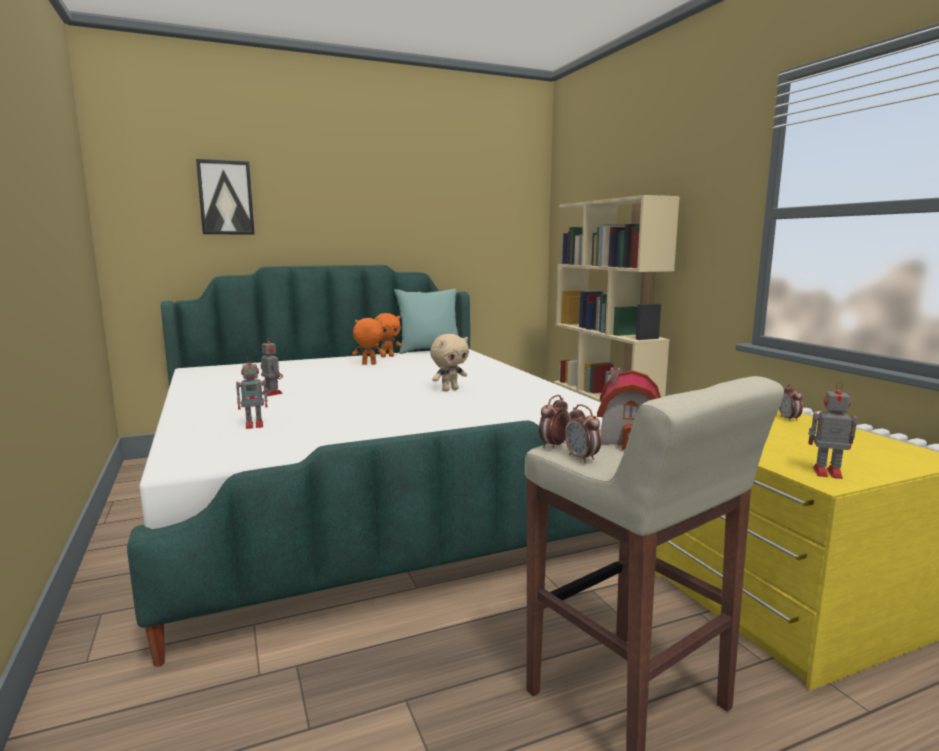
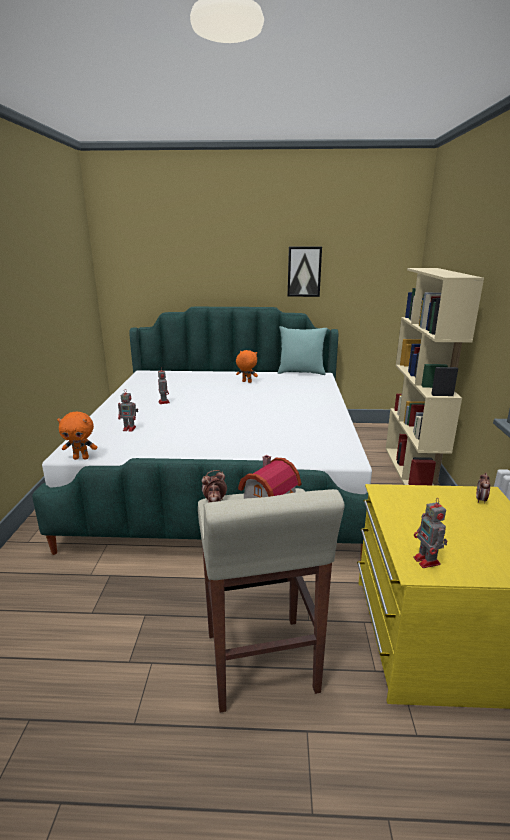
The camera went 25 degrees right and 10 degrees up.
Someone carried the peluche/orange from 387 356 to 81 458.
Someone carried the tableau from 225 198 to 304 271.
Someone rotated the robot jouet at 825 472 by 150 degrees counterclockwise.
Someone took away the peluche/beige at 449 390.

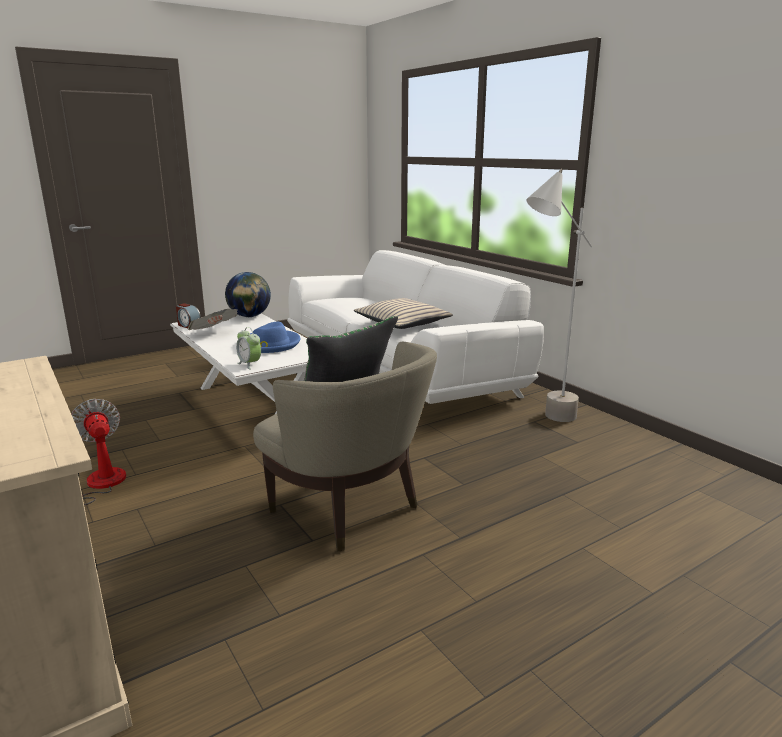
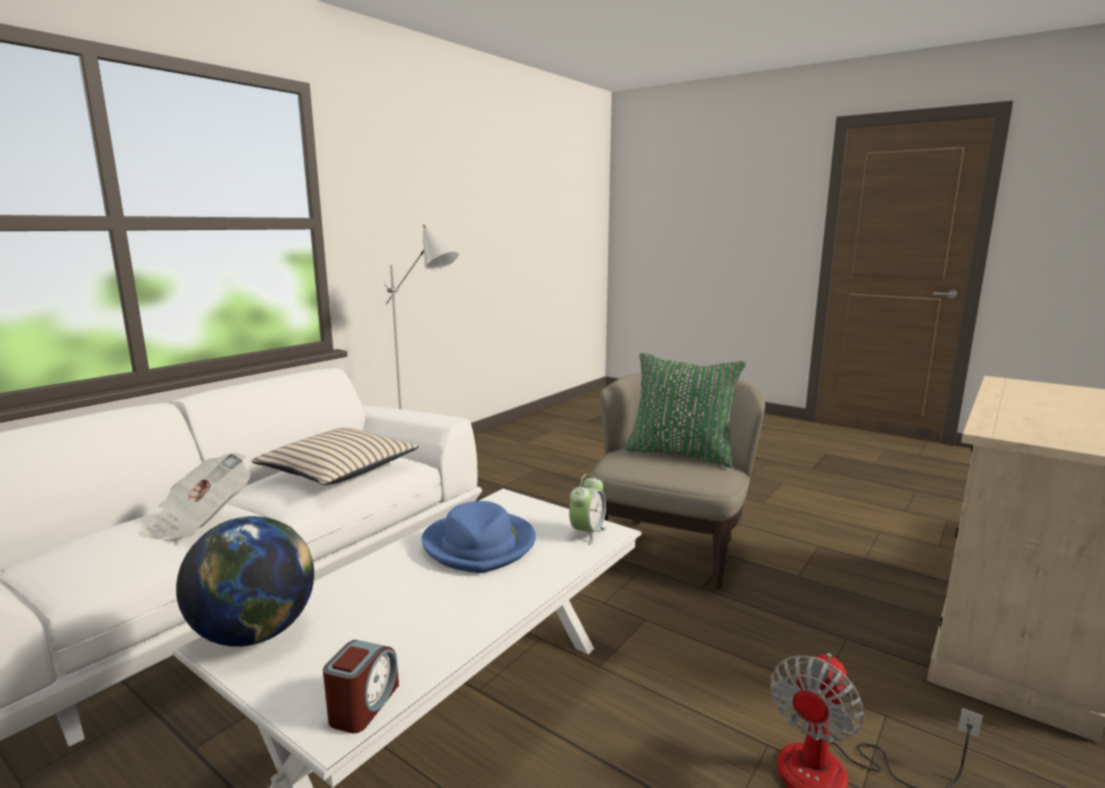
The camera went 110 degrees left and 5 degrees down.
Someone carried the journal from 214 333 to 200 521.

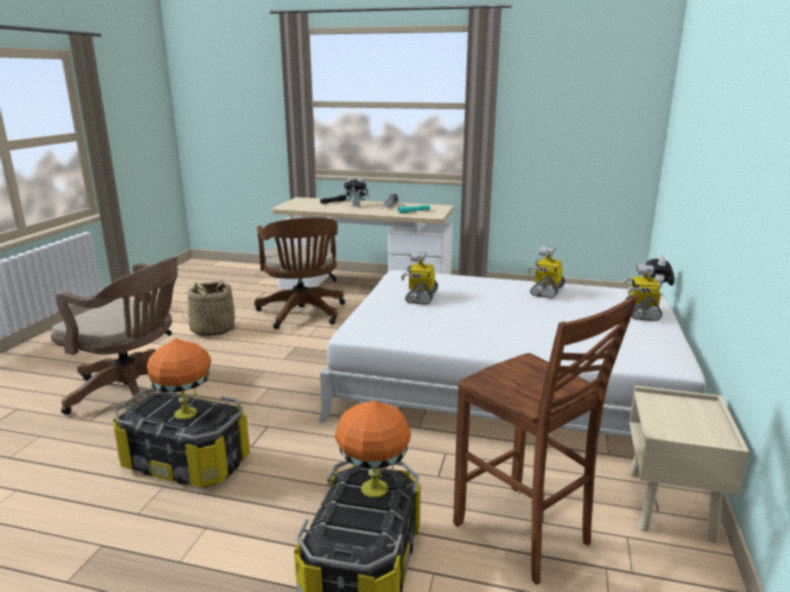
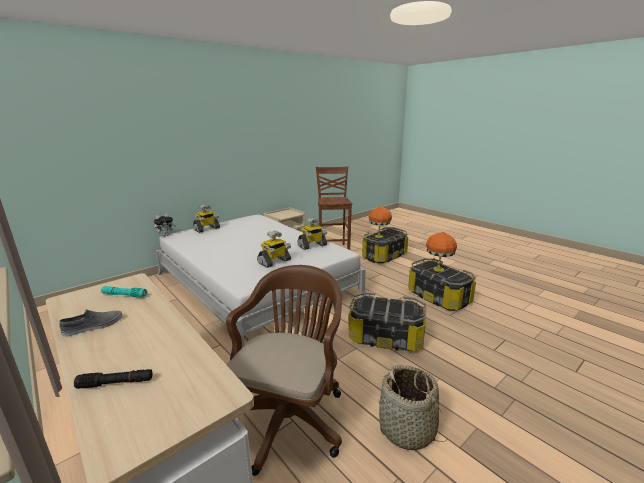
The camera went 145 degrees left and 0 degrees up.
Someone carried the robot jouet from 546 291 to 312 246.
Someone put down the boîte de rangement at 385 338.
Someone took away the chaise de bureau/marron at 135 392.
Someone took away the peluche at 357 205.

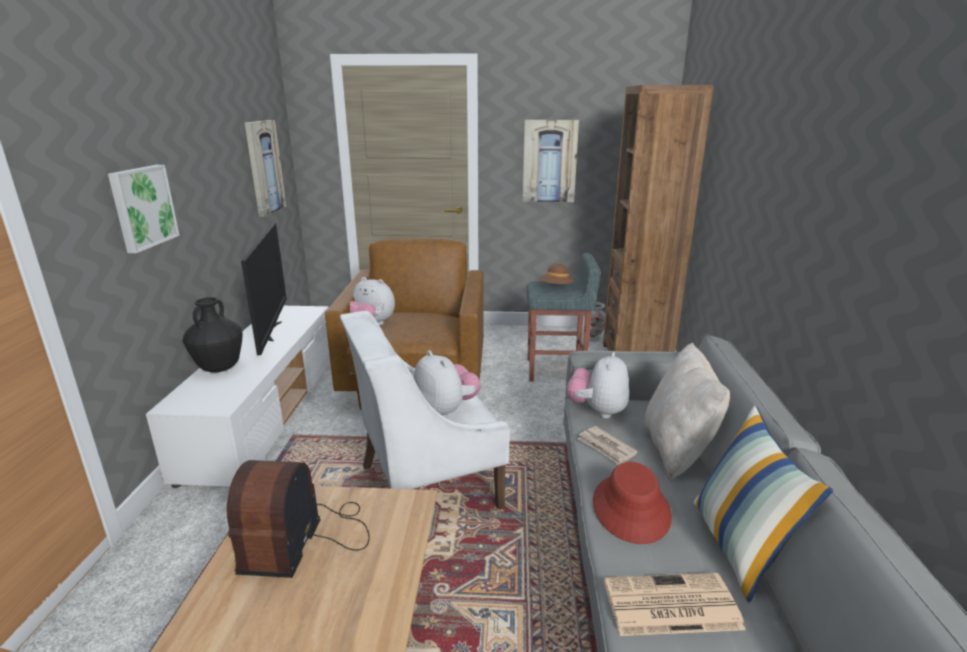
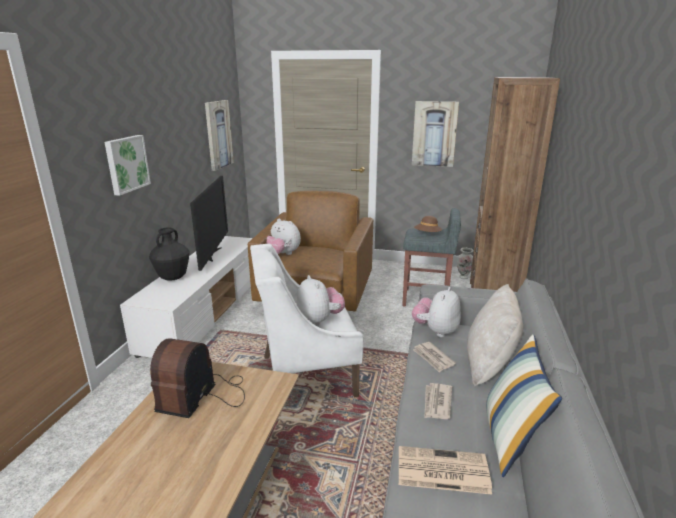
The camera went 10 degrees right and 0 degrees up.
Someone swapped the chapeau/rouge at 631 508 for the journal at 437 403.

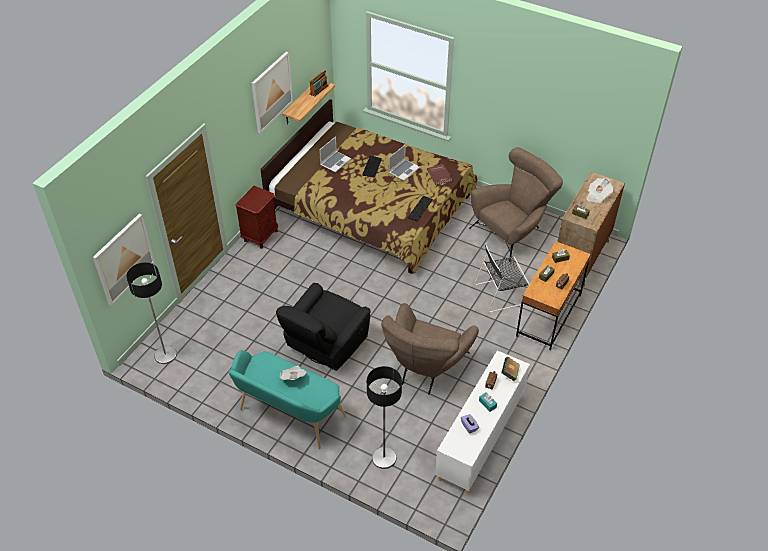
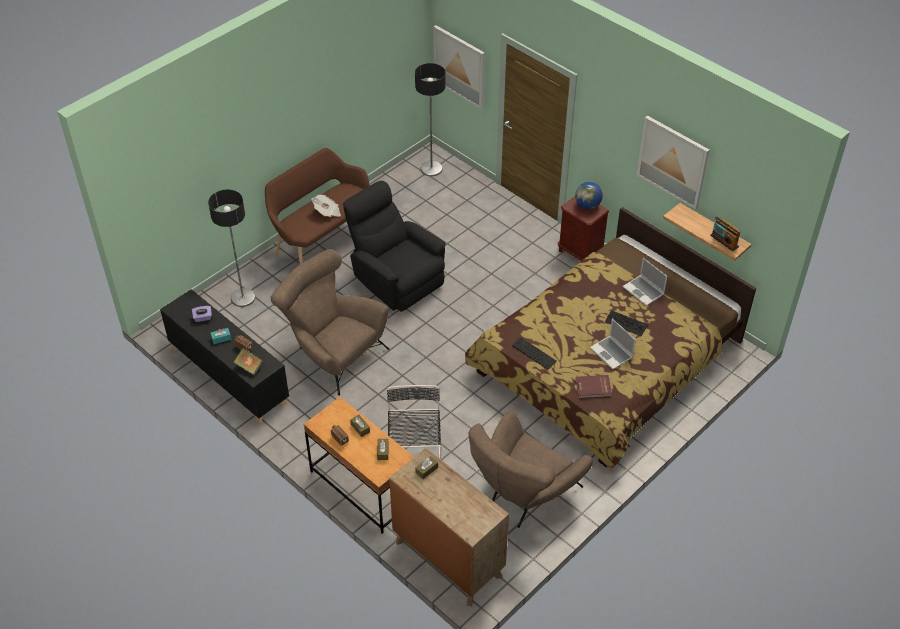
The camera went 105 degrees right and 0 degrees up.
Someone repainted the meuble de rangement/blanc at 480 437, which became the meuble de rangement/noir at 228 375.
Someone repainted the banc/turquoise at 288 416, which became the banc/marron at 322 241.
Someone rotated the fauteuil/marron at 512 230 by 60 degrees clockwise.
Someone put down the globe at 587 205.
Someone took away the journal at 597 196.

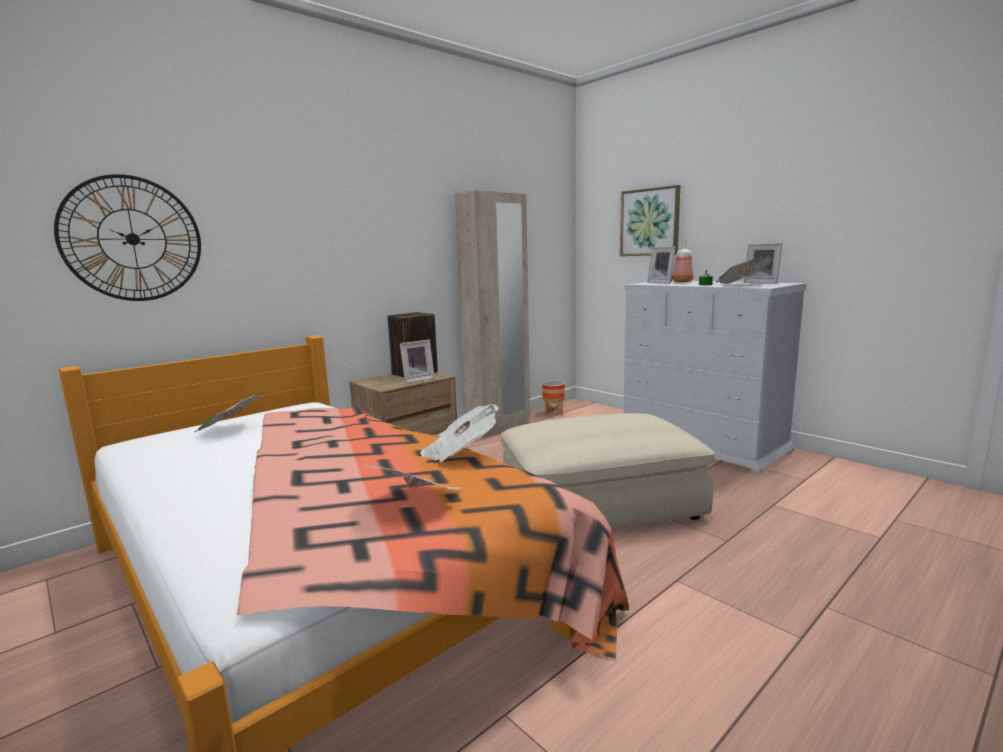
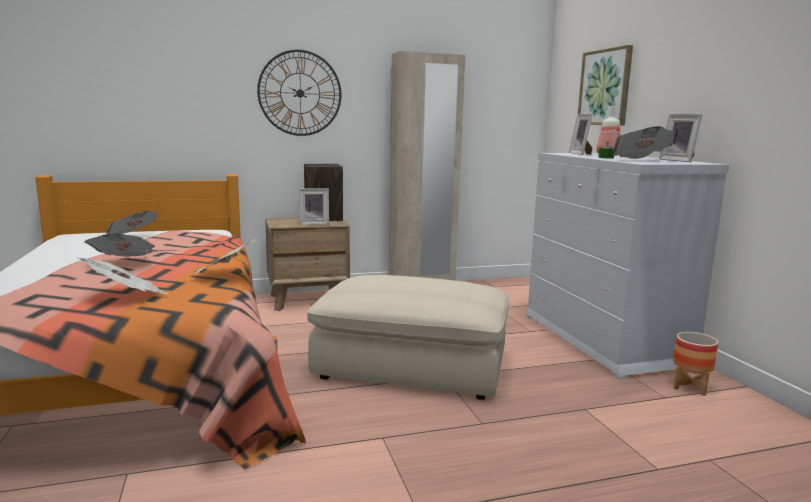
The camera went 25 degrees right and 0 degrees up.
Someone put down the journal at 124 263.
Someone carried the horloge murale from 132 239 to 300 93.
Someone carried the cache-pot from 553 412 to 690 387.

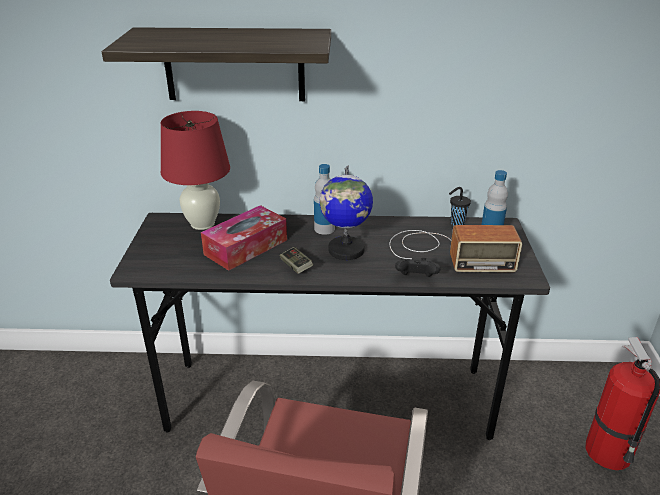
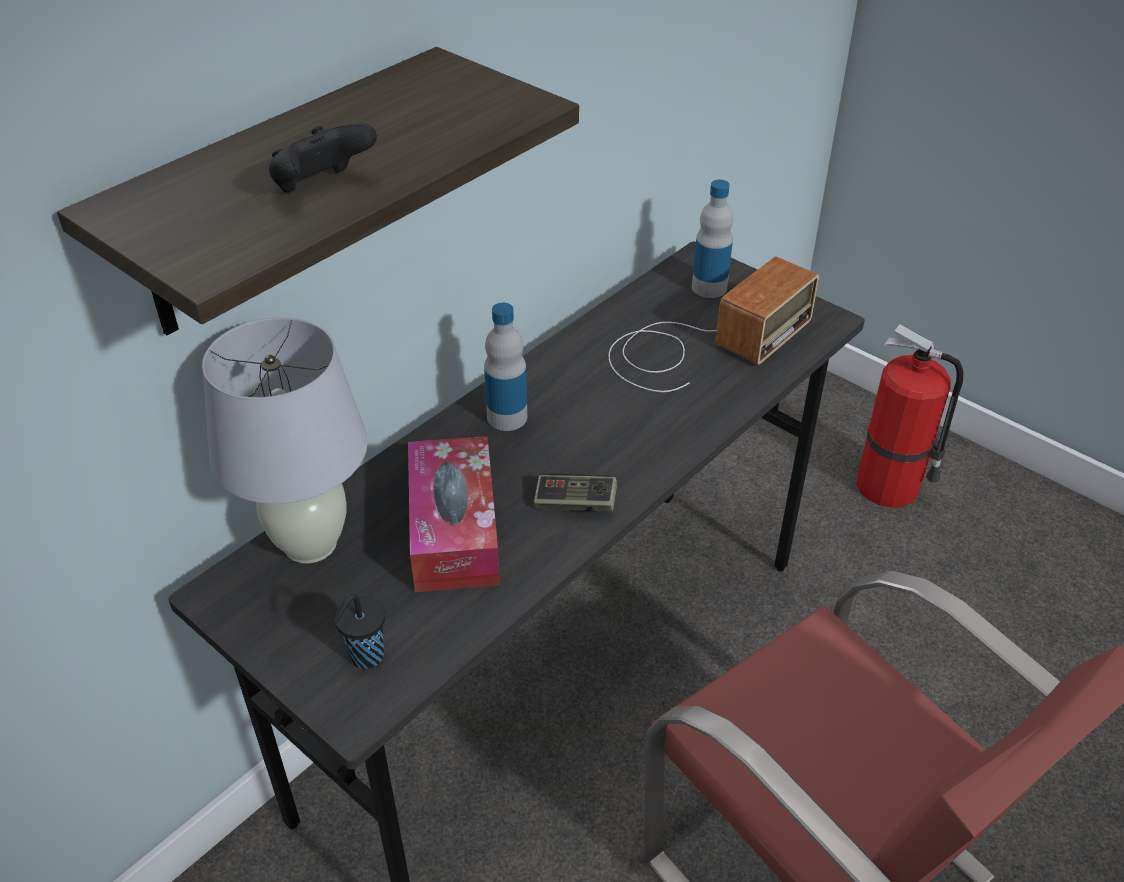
The camera went 50 degrees left and 10 degrees up.
Someone repainted the lampe de table/rouge at 202 224, which became the lampe de table/blanc at 310 545.
Someone carried the manette/noir from 416 279 to 322 188.
Someone carried the tasse/noir from 456 223 to 365 657.
Someone took away the globe at 345 250.

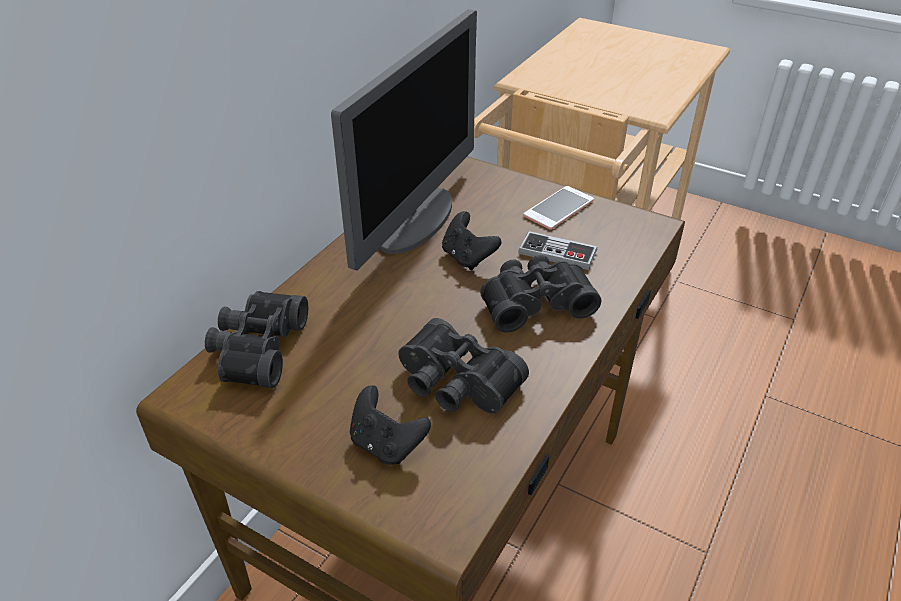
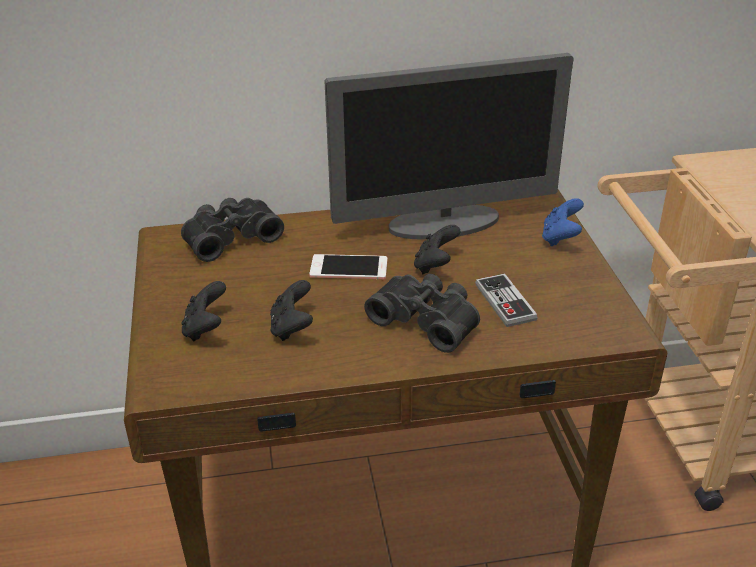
The camera went 50 degrees right and 5 degrees down.
Someone swapped the jumelles/noir at 455 384 for the manette/noir at 292 328.
Someone carried the téléphone from 559 208 to 349 268.
Someone put down the manette/bleu at 560 238.

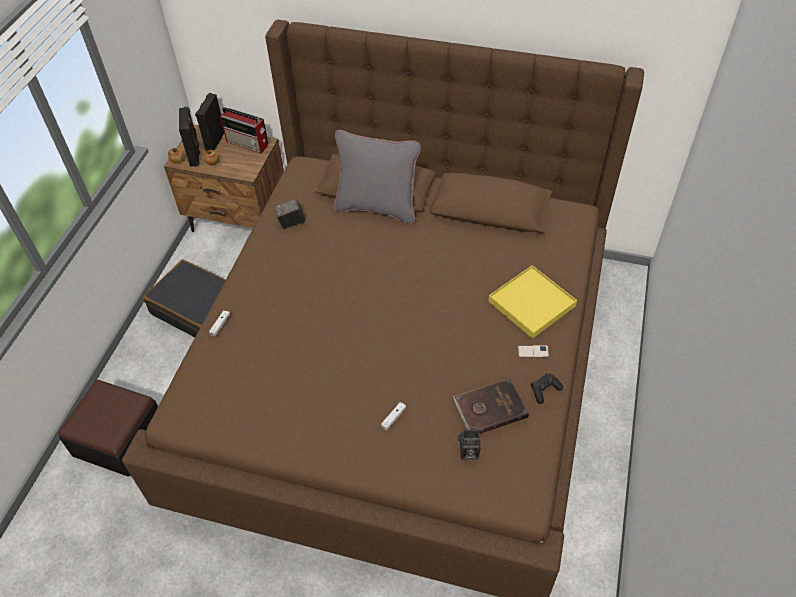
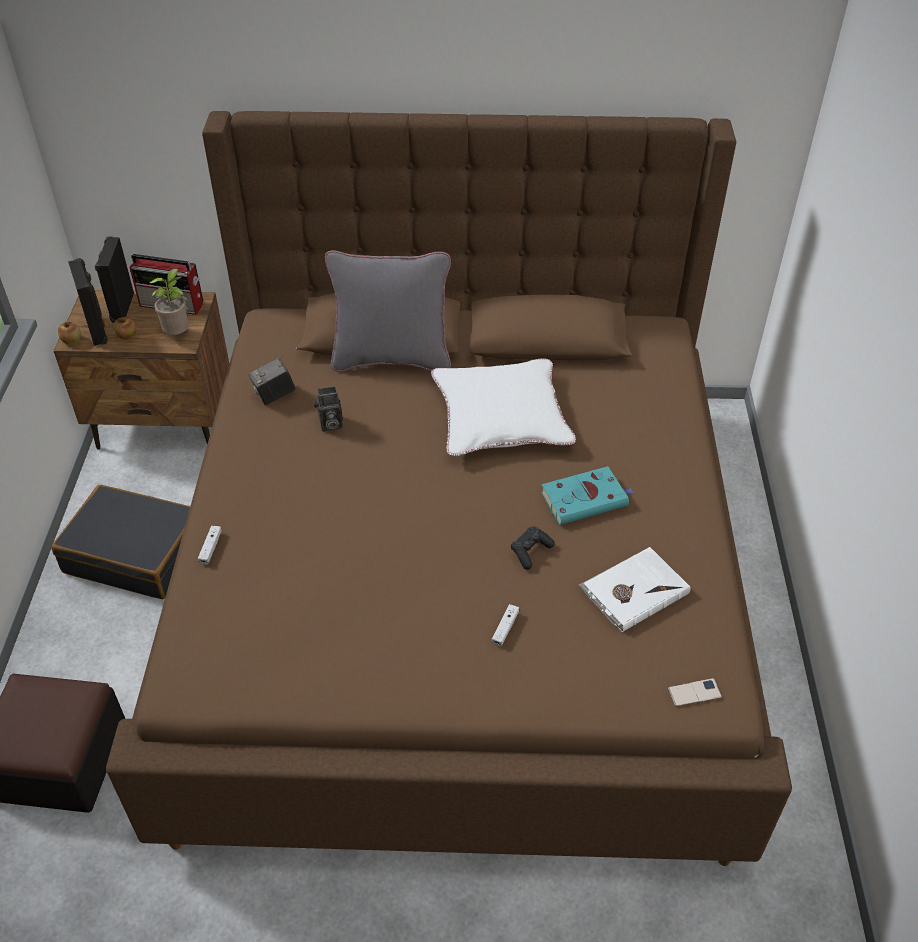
The camera went 15 degrees left and 5 degrees down.
Someone put down the plante en pot at 179 334.
Someone carried the appareil photo from 468 453 to 329 424.
Someone put down the coussin/blanc at 500 417.
Someone carried the manette/noir from 544 390 to 530 552.
Someone put down the livre/turquoise at 586 499.
Someone repainted the livre/marron at 489 408, which became the livre/blanc at 633 591.
Someone carried the téléphone from 533 351 to 694 692.
Someone took away the plateau/jaune at 532 303.

